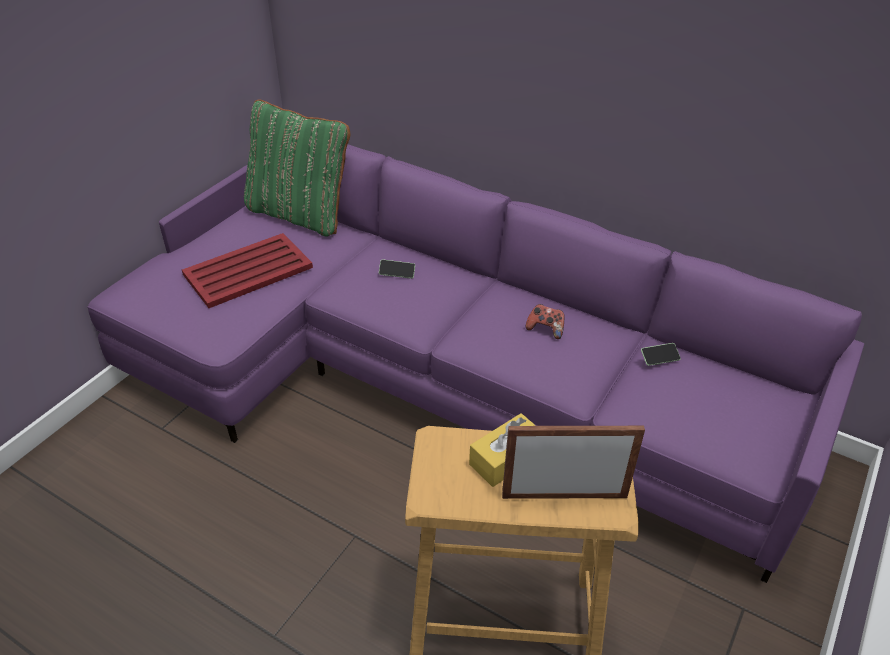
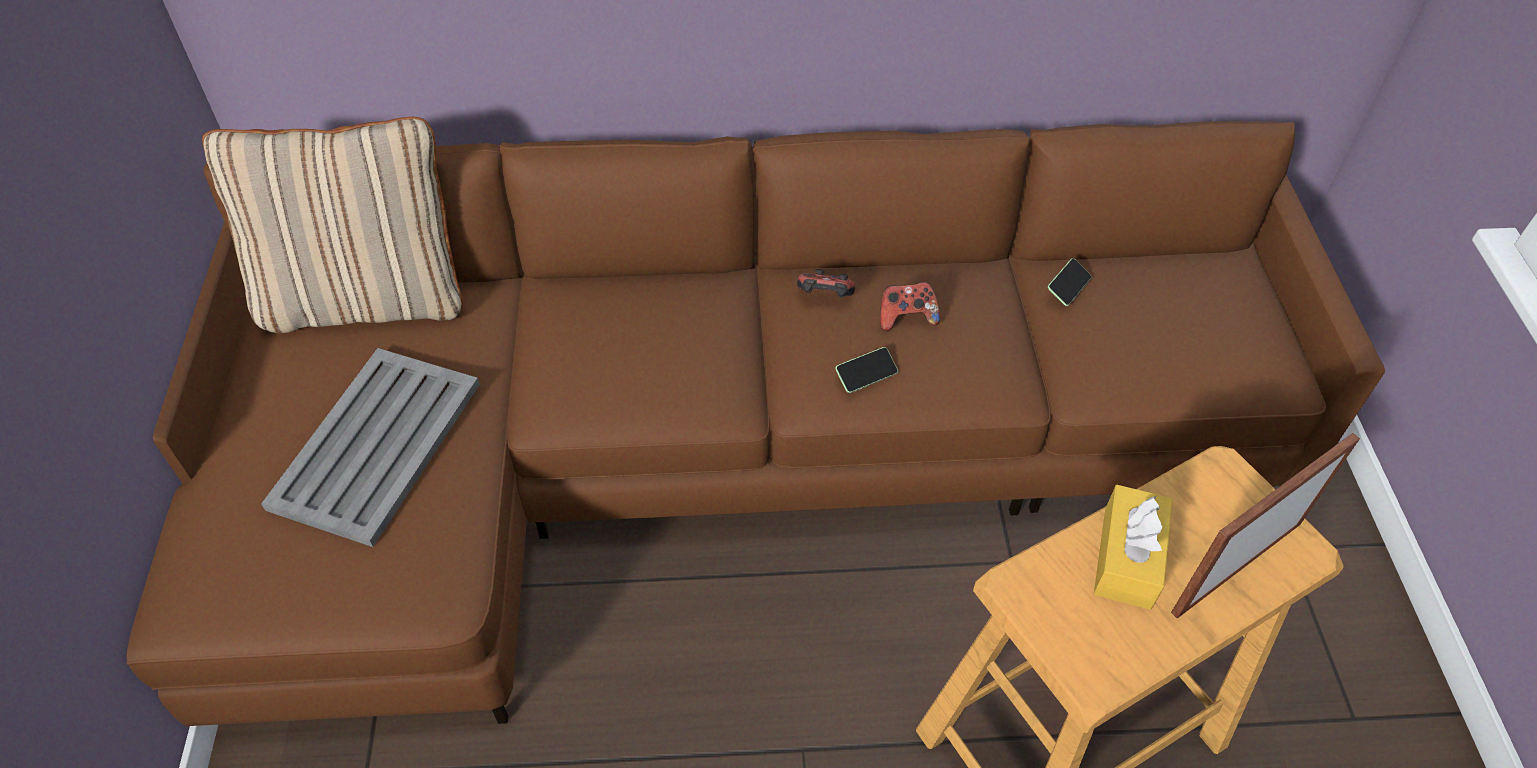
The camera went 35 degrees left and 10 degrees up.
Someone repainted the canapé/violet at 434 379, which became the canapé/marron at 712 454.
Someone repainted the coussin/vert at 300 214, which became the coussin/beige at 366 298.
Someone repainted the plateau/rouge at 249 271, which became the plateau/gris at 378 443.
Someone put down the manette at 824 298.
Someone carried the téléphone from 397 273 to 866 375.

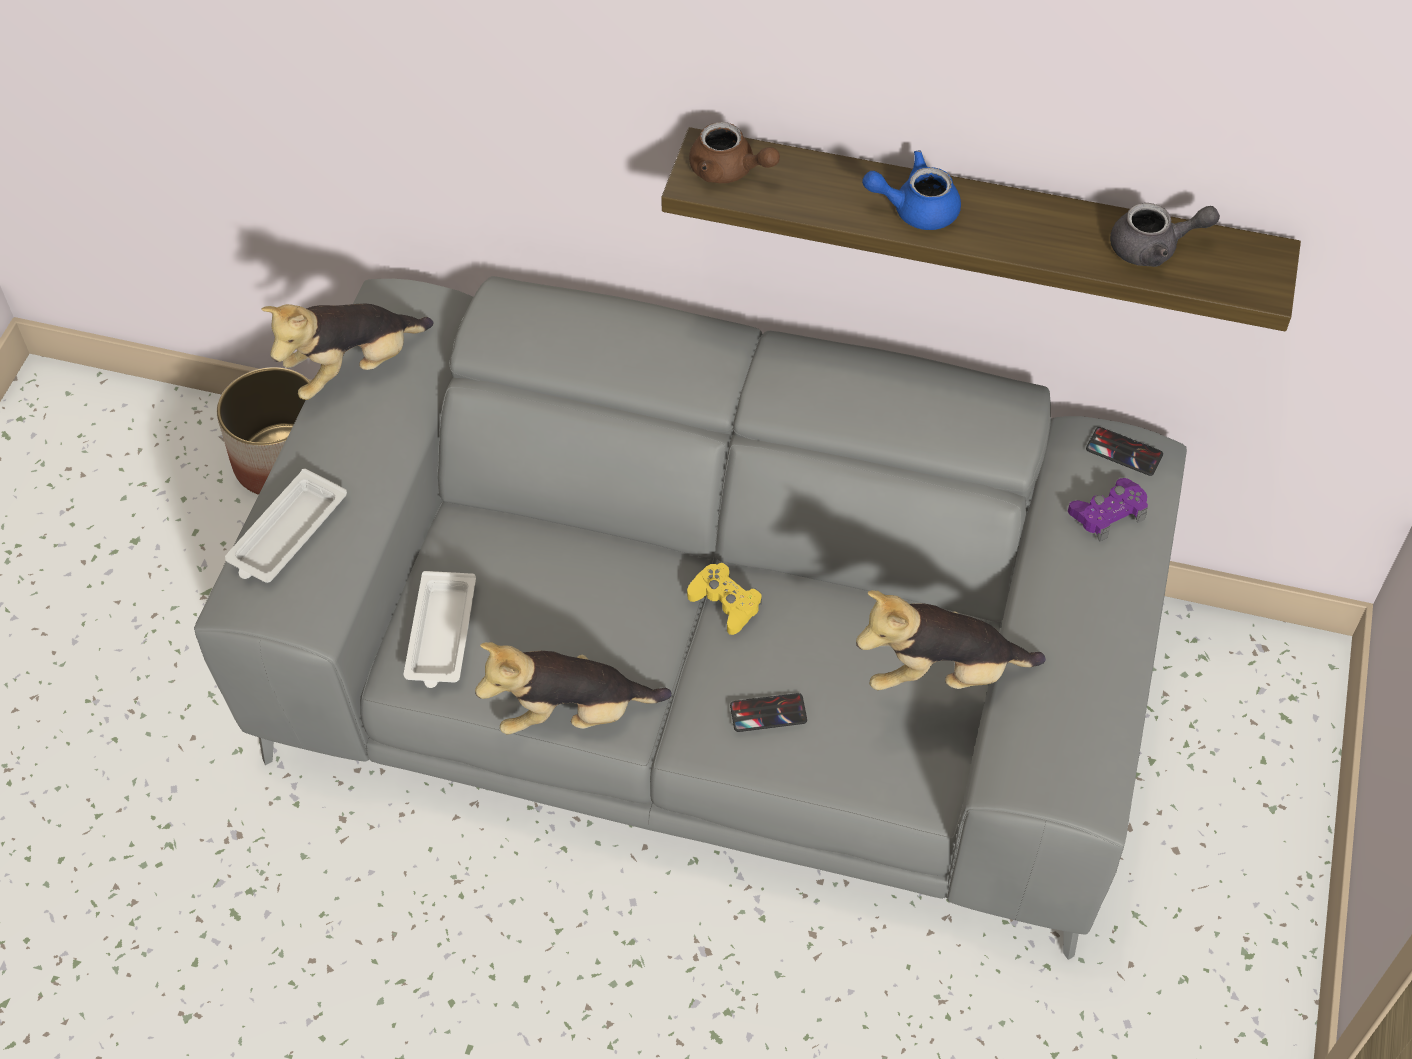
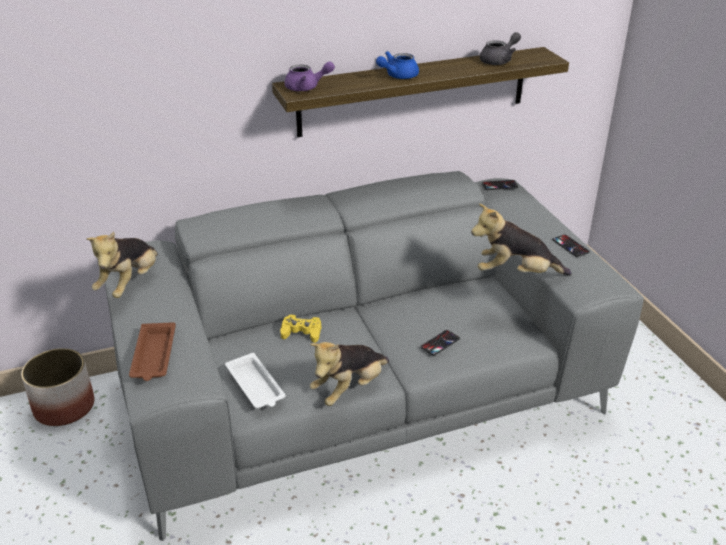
The camera went 35 degrees left and 20 degrees down.
Someone repainted the plateau/blanc at 286 534, which became the plateau/marron at 154 356.
Someone carried the manette/jaune from 725 603 to 301 332.
Someone repainted the théière/marron at 729 171, which became the théière/violet at 306 87.
Someone rotated the peluche at 940 673 by 45 degrees clockwise.
Someone put down the téléphone at 570 246.
Someone took away the manette/violet at 1107 514.

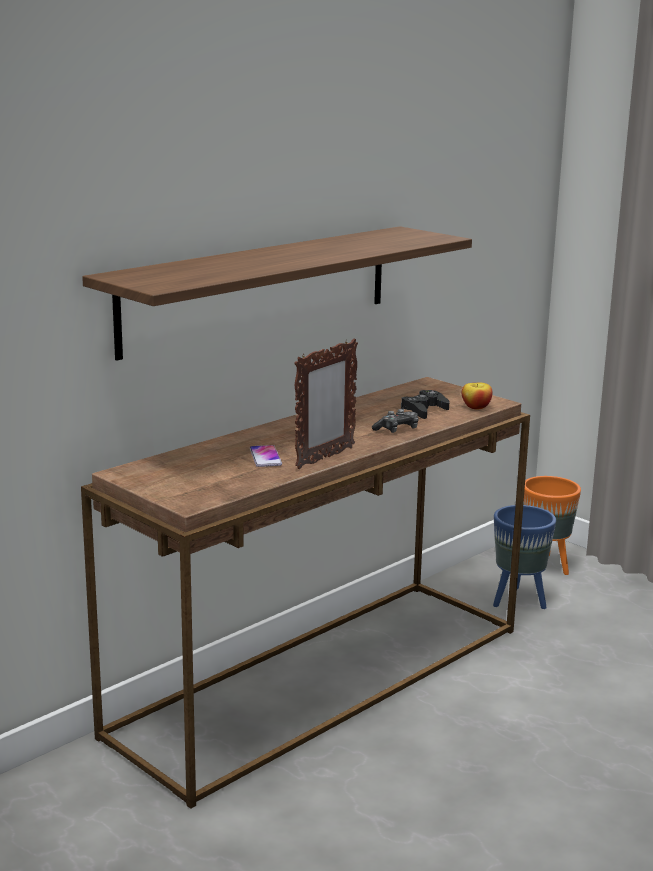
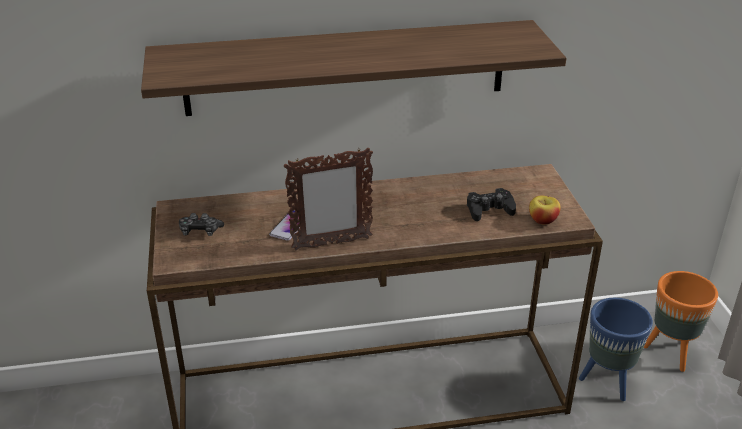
The camera went 35 degrees right and 15 degrees up.
Someone carried the manette from 397 430 to 200 231.

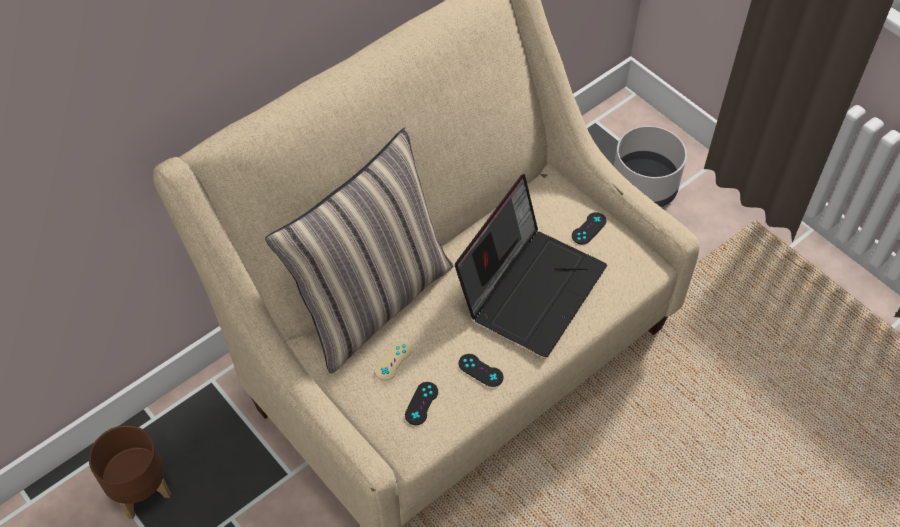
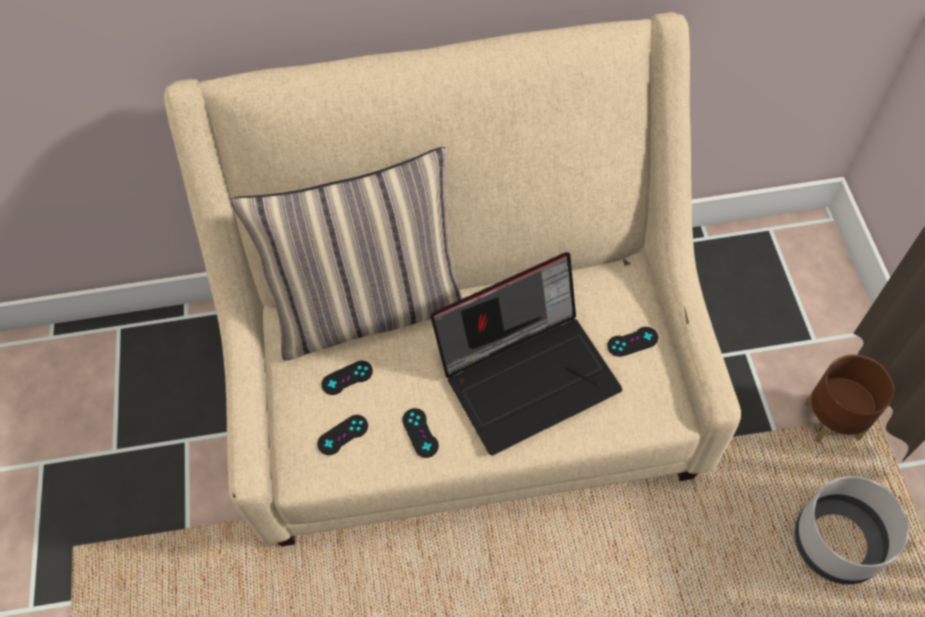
The camera went 35 degrees right and 5 degrees up.
Someone repainted the manette/beige at 393 360, which became the manette/noir at 347 378.
Someone carried the cache-pot/gris from 644 186 to 837 542.
Someone carried the cache-pot/marron from 141 491 to 832 422.

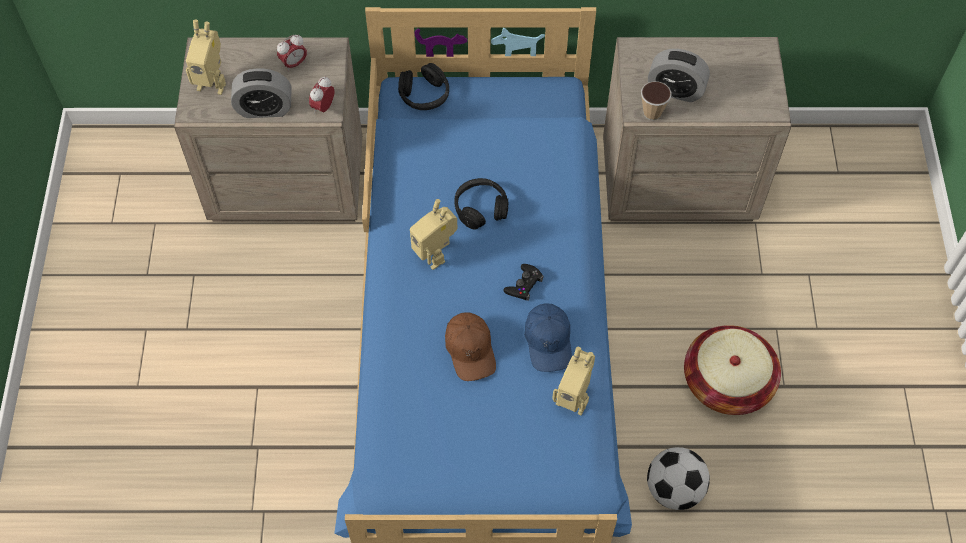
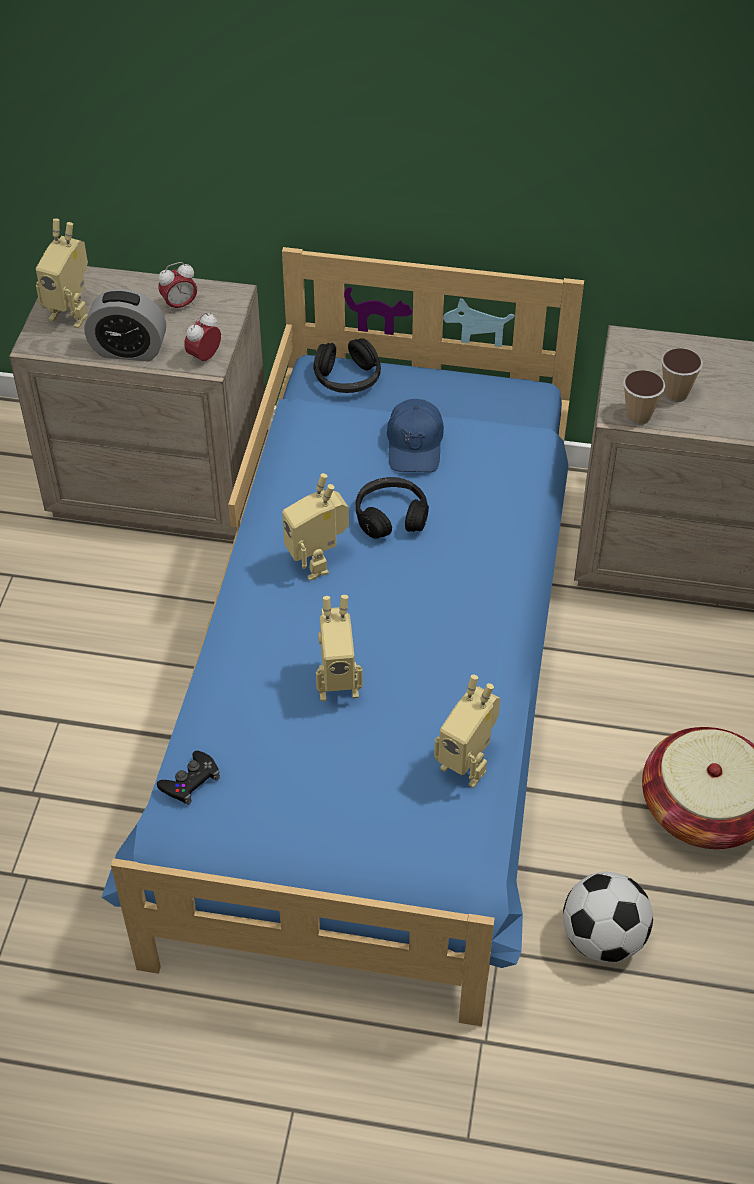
The camera went 10 degrees right and 10 degrees down.
Someone carried the manette/noir from 524 285 to 190 781.
Someone swapped the casquette/marron at 470 350 for the robot jouet at 337 684.
Someone carried the casquette/bleu from 548 341 to 415 445.
Someone swapped the réveil at 675 90 for the tasse at 675 394.

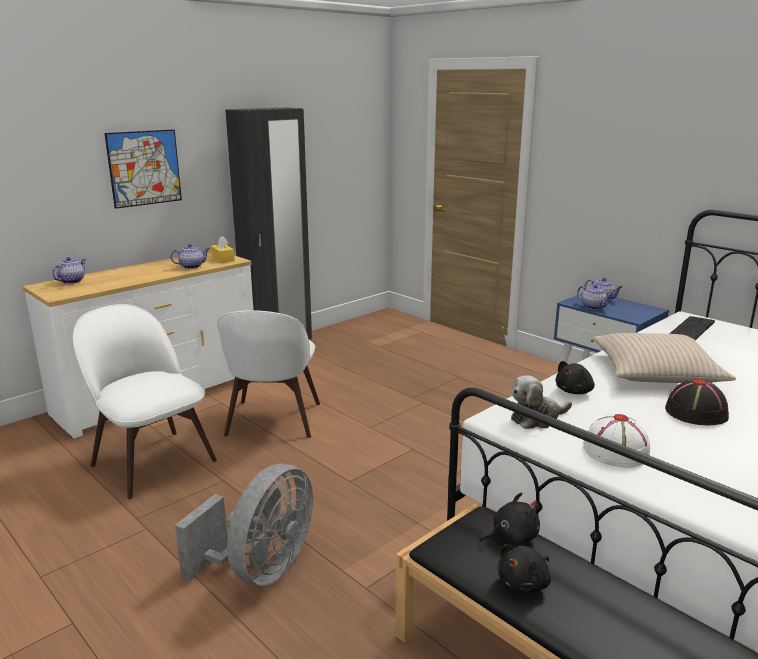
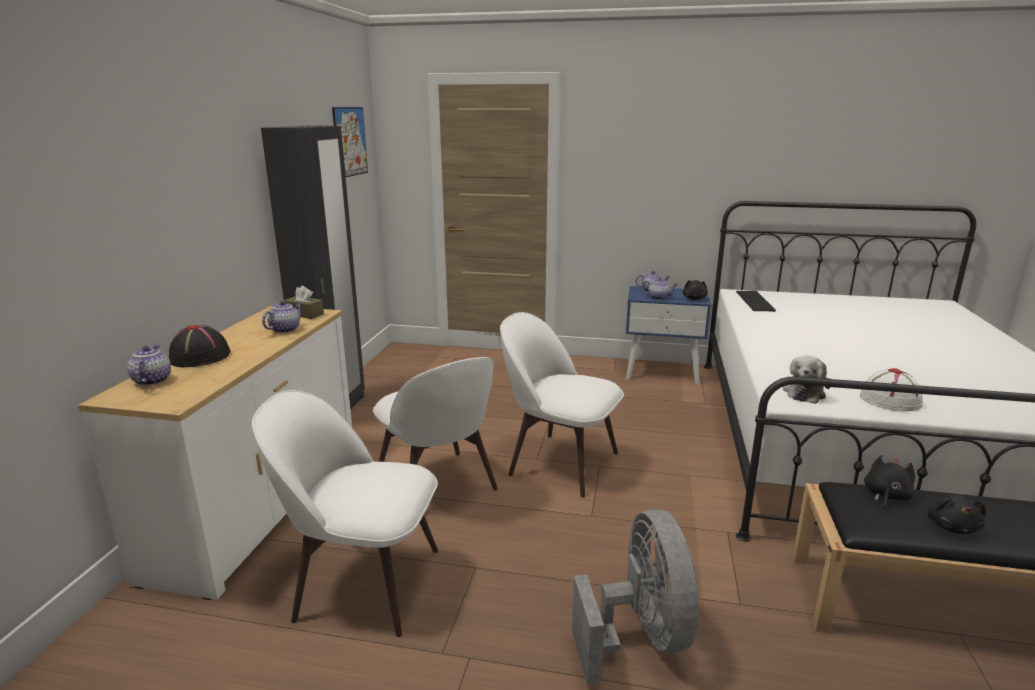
The camera went 35 degrees left and 0 degrees up.
Someone carried the chapeau/noir from 696 412 to 200 357.
Someone repainted the boîte à mouchoirs/jaune at 223 259, which became the boîte à mouchoirs/marron at 304 314.
Someone carried the tableau from 144 168 to 350 141.
Someone put down the chaise/blanc at 559 462.
Someone carried the peluche/noir from 575 391 to 694 298.
Someone took away the coussin/beige at 655 372.

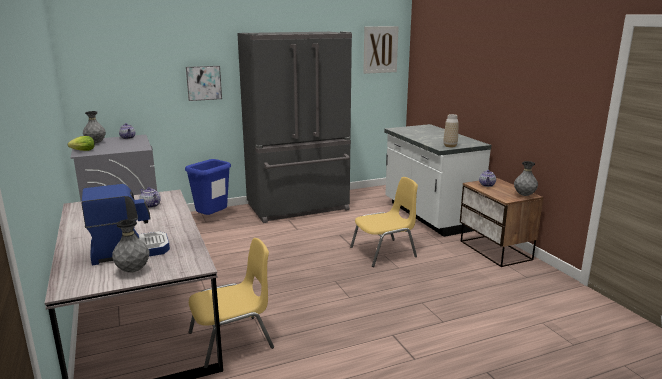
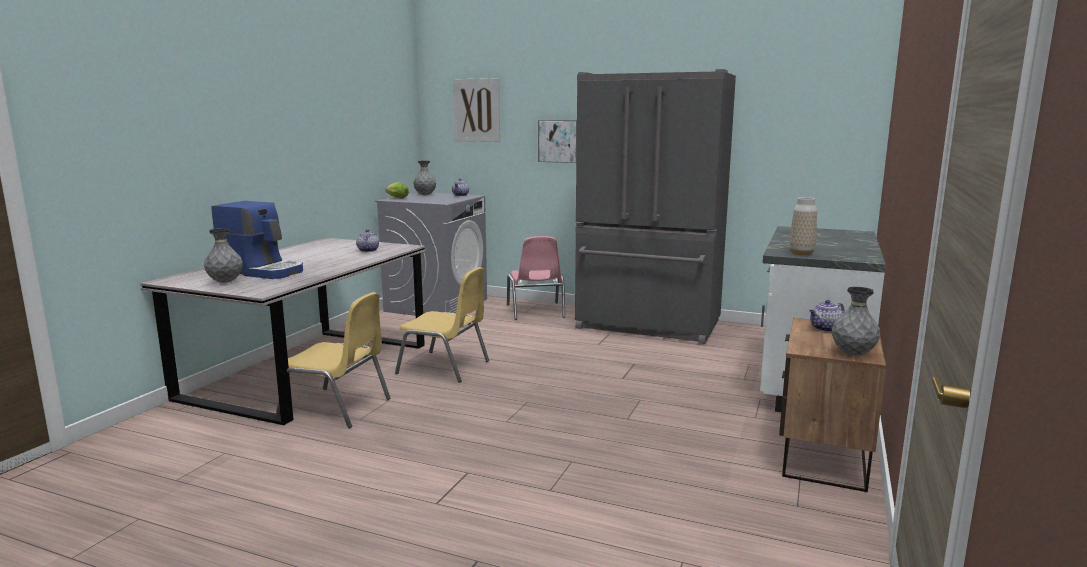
The camera went 45 degrees right and 5 degrees down.
Someone carried the chaise/jaune from 384 252 to 445 367.
Someone carried the tableau from 380 49 to 477 110.
Someone swapped the poubelle/bleu at 212 219 for the chaise/rose at 535 311.

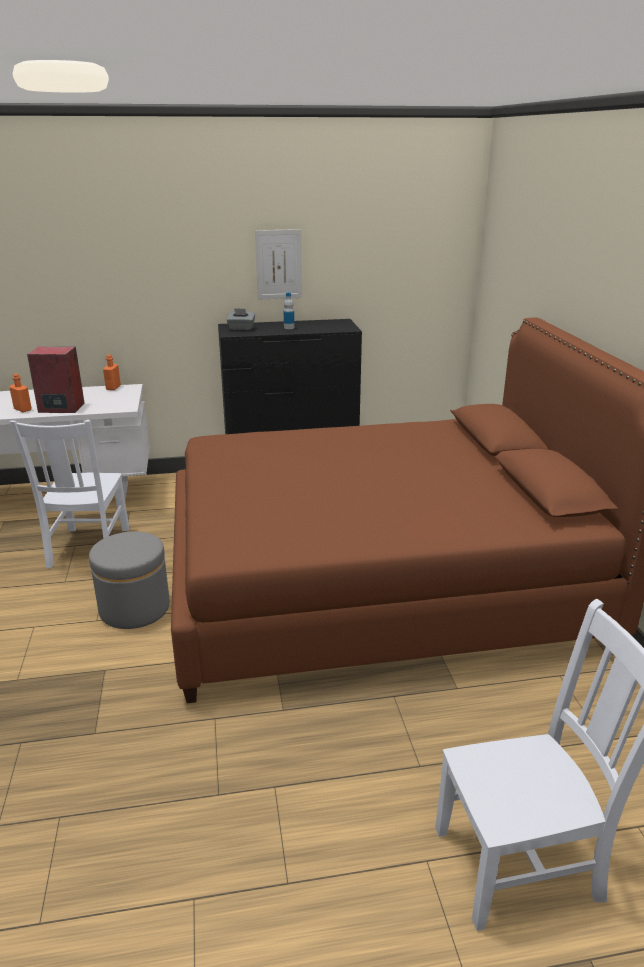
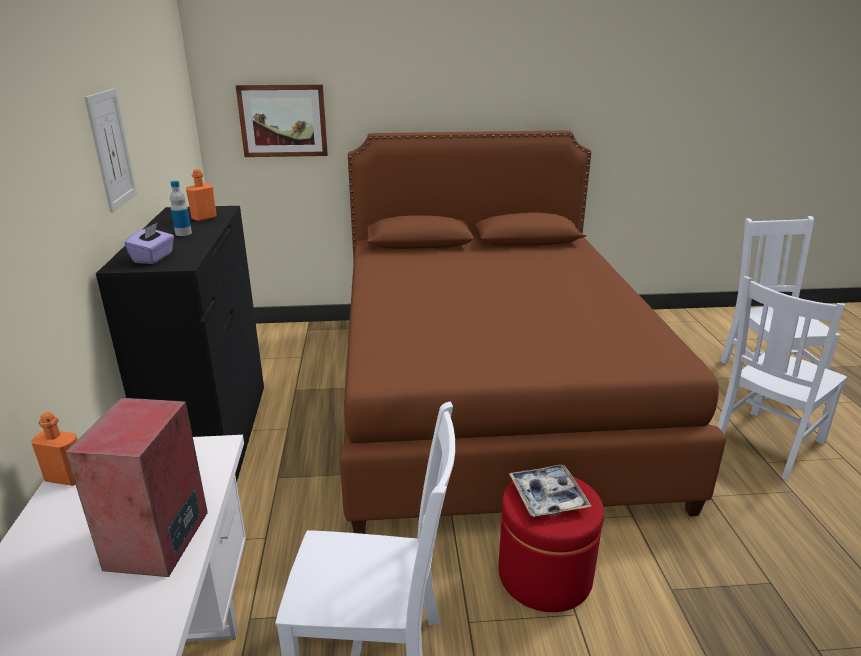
The camera went 85 degrees left and 0 degrees up.
Someone repainted the boîte à mouchoirs/gris at 241 328, which became the boîte à mouchoirs/violet at 154 258.
Someone carried the bouteille/orange from 22 409 to 204 218.
Someone put up the tableau at 283 121.
Someone repainted the pouf/gris at 134 608, which became the pouf/rouge at 545 575.
Someone put down the plateau at 548 496.
Someone put down the chaise/blanc at 766 444.

